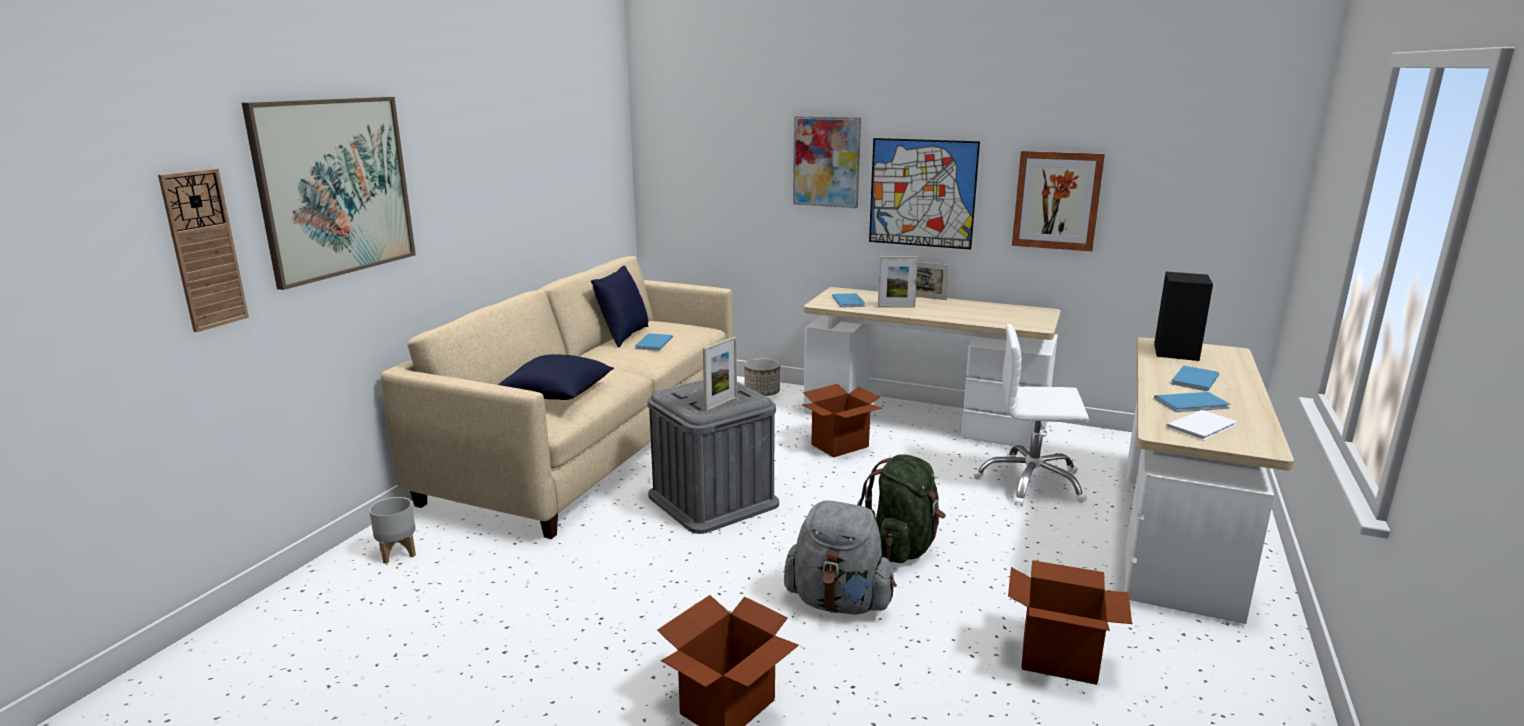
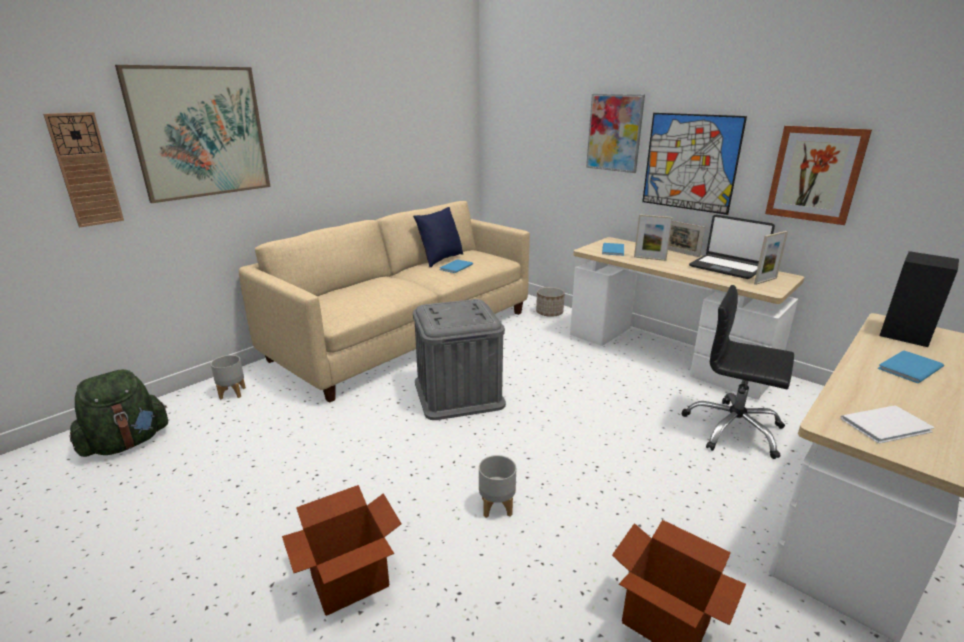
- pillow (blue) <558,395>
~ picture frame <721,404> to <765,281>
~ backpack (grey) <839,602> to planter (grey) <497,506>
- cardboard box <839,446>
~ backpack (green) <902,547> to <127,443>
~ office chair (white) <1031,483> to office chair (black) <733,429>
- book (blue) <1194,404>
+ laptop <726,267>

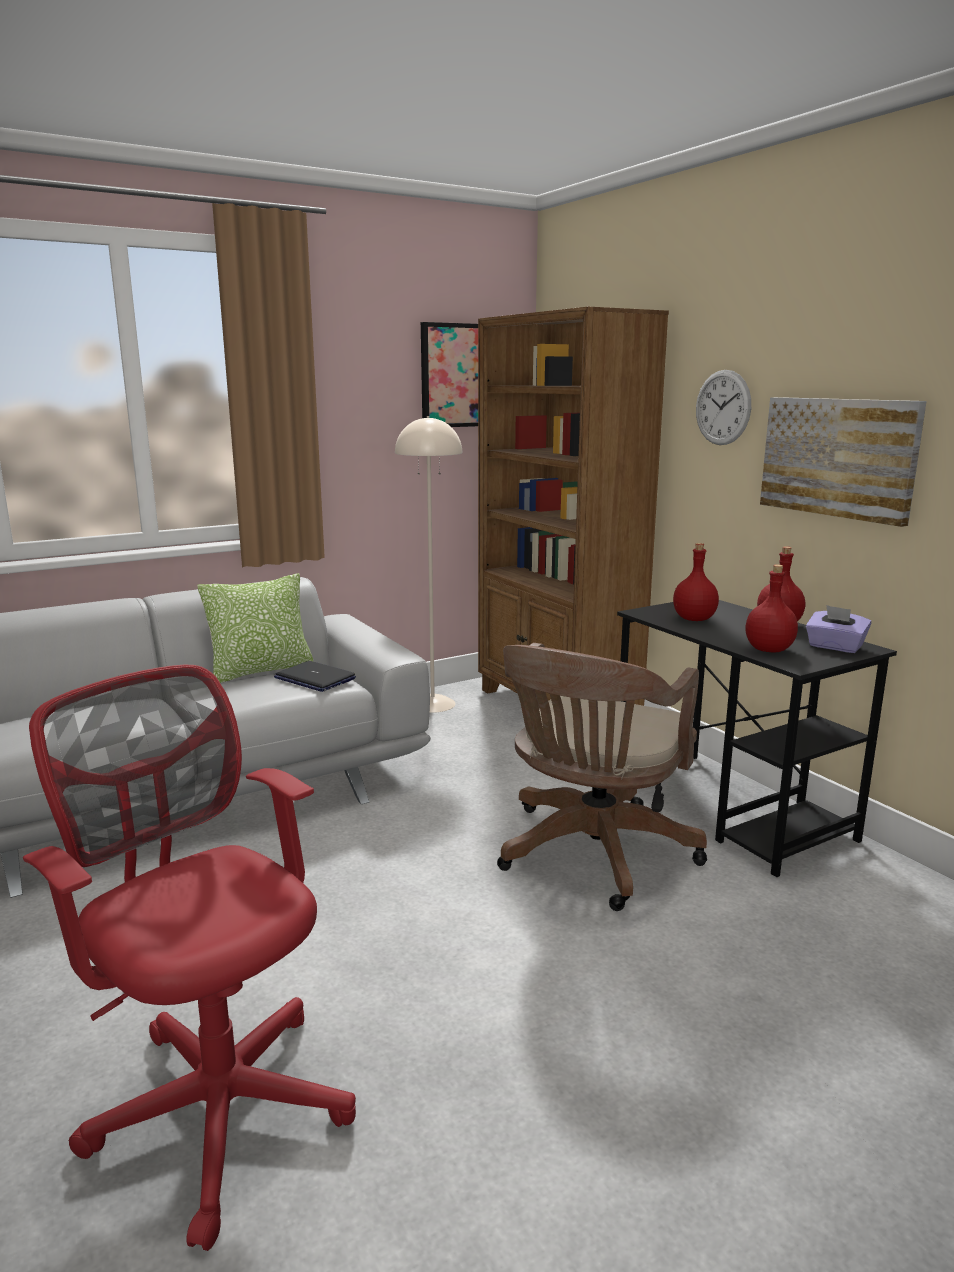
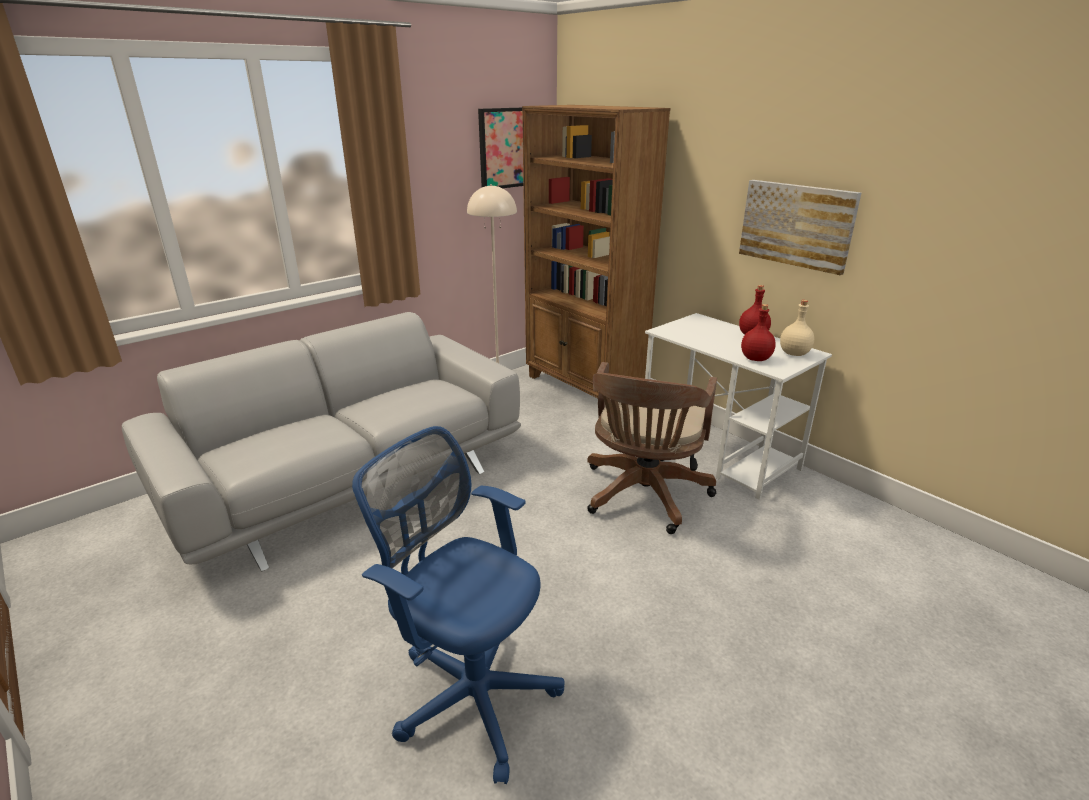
~ office chair (red) <216,1100> to office chair (blue) <470,692>
- pillow <261,672>
- laptop <314,678>
~ desk (black) <730,809> to desk (white) <719,454>
- bottle (red) <693,619>
- wall clock <723,407>
~ tissue box (purple) <835,647> to bottle (beige) <794,353>

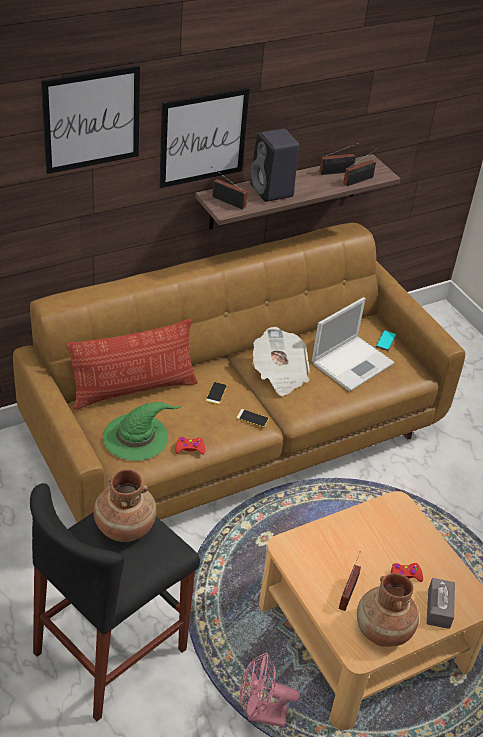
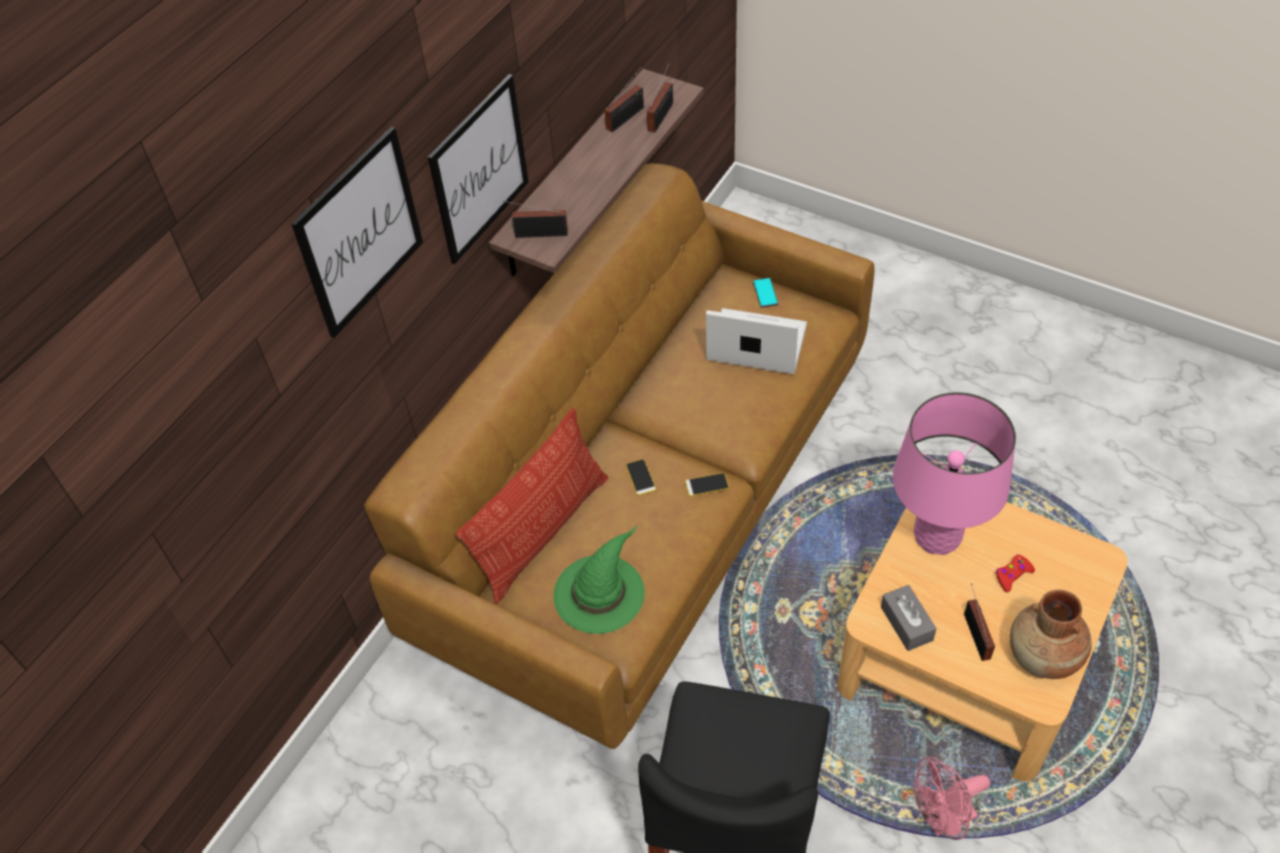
- vase (brown) <124,527>
- game controller (red) <189,448>
- speaker (black) <272,191>
- newspaper <279,374>
~ laptop <353,362> = <754,343> 90 degrees counterclockwise
~ tissue box (grey) <438,608> to <906,623>
+ table lamp (pink) <937,536>

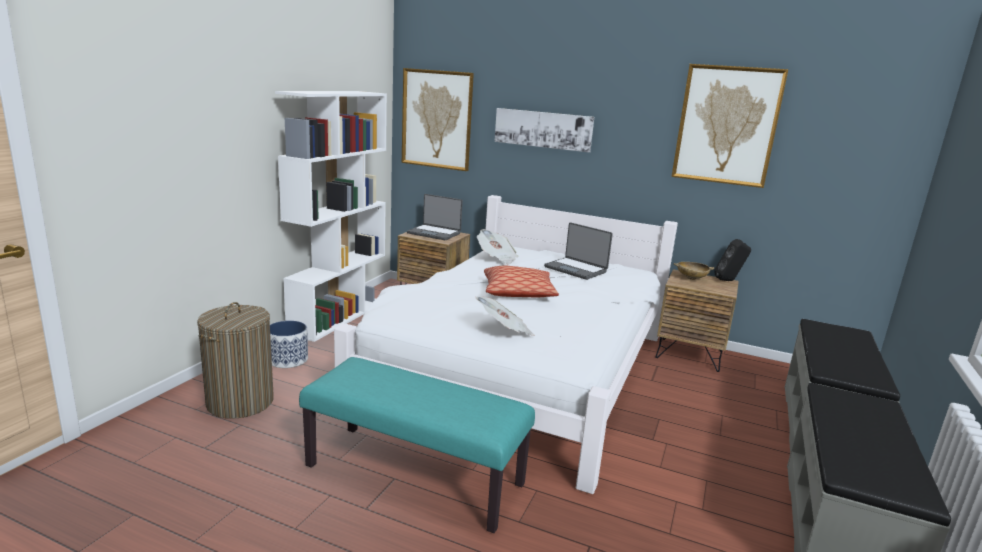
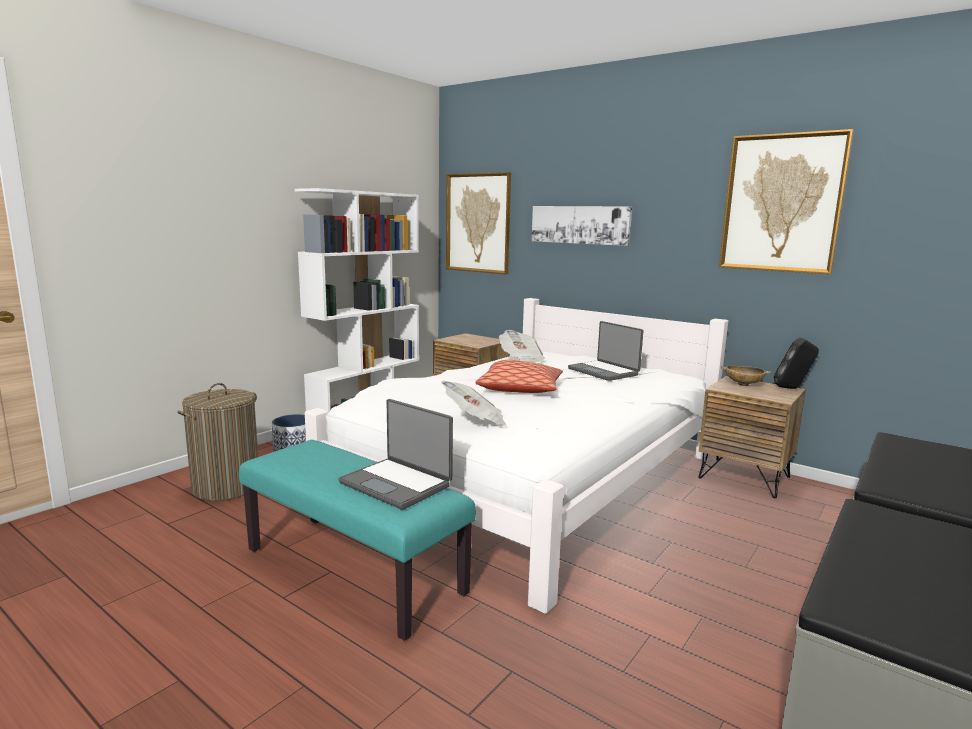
~ laptop <434,233> to <397,484>

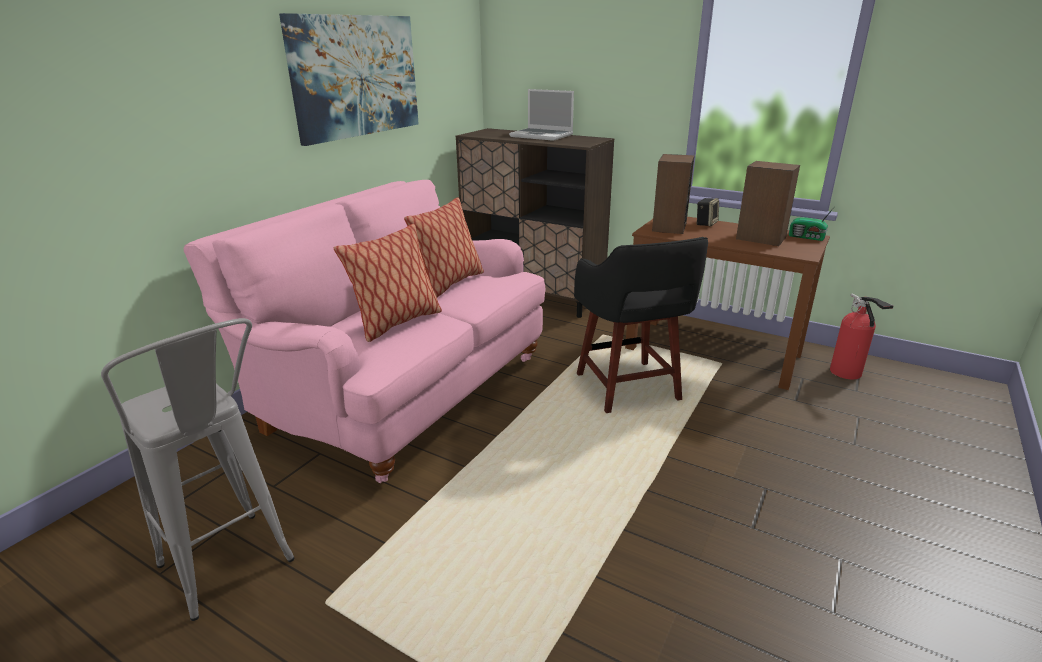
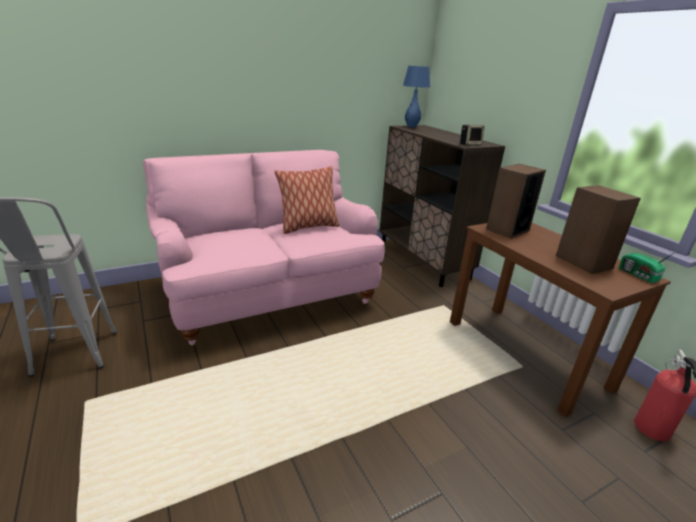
- picture <356,76>
- pillow <397,323>
- laptop <542,136>
- stool (black) <629,389>
~ speaker <706,223> to <470,144>
+ table lamp (blue) <411,126>

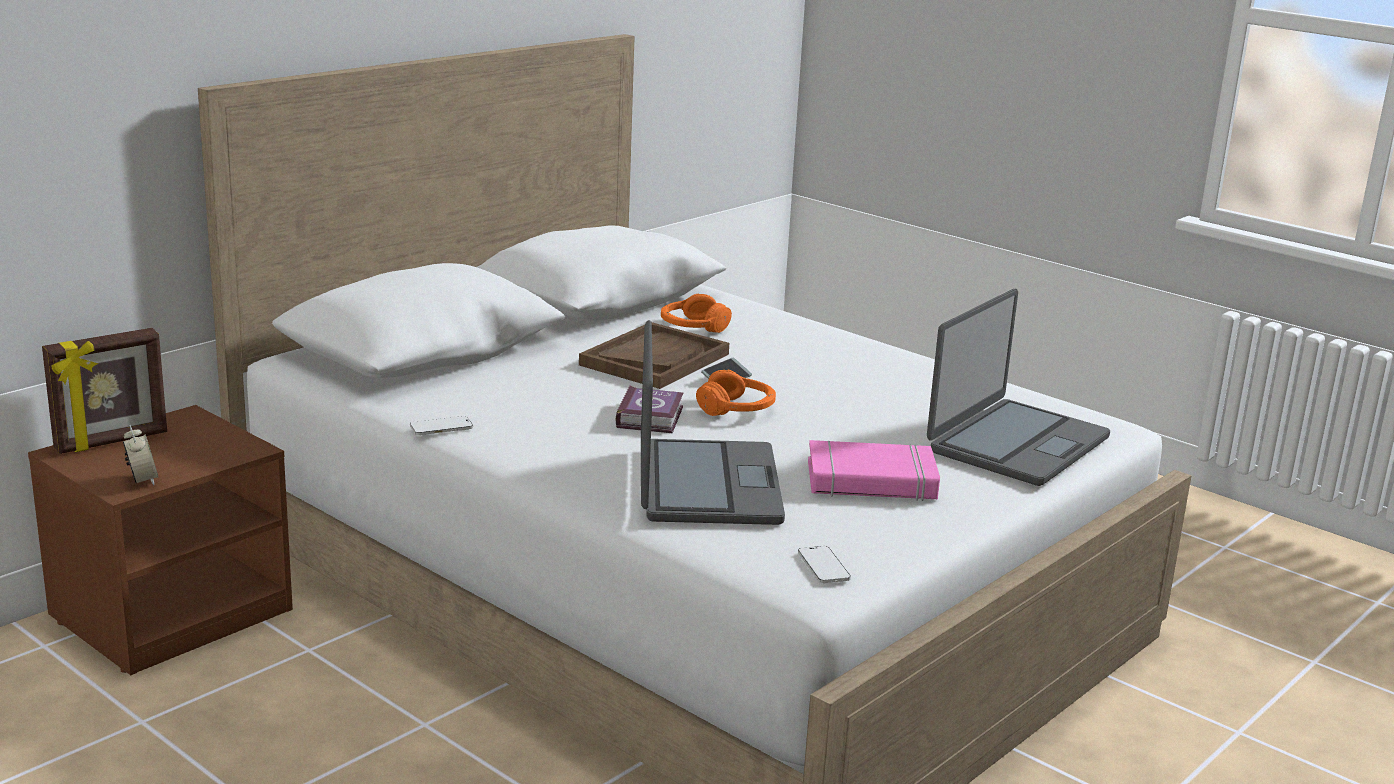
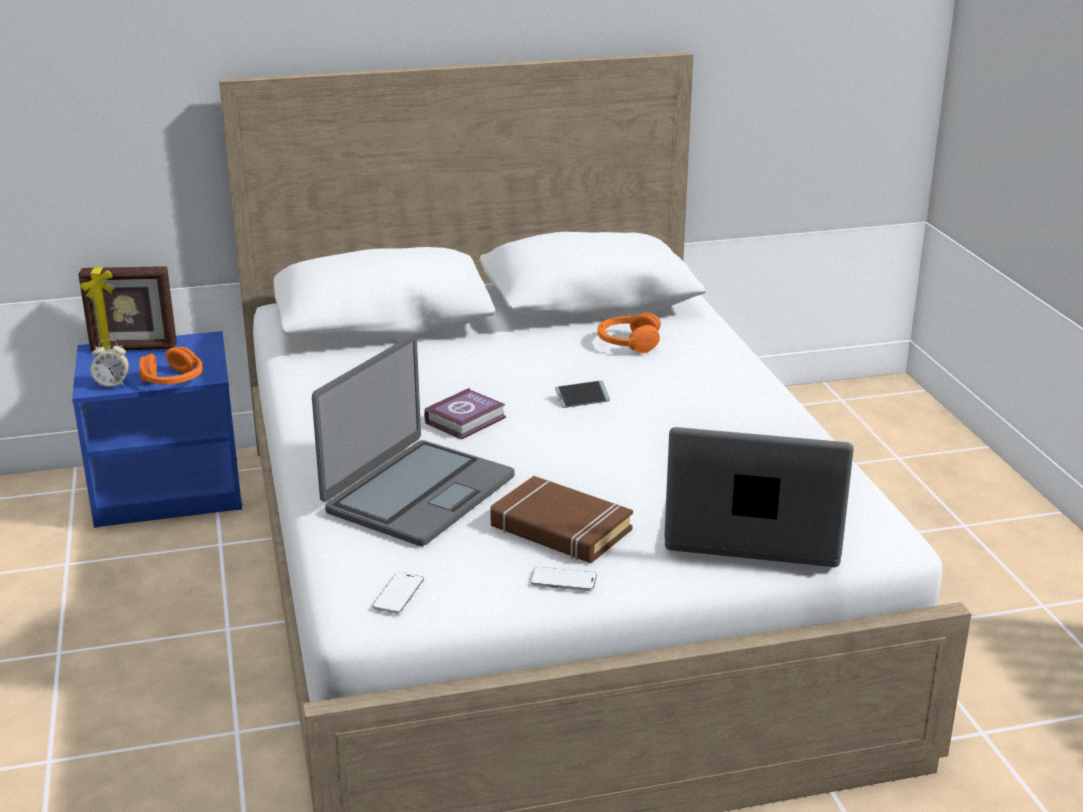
~ nightstand (brown) <172,612> to nightstand (blue) <170,488>
~ alarm clock <142,480> = <112,384> 75 degrees clockwise
~ phone <441,428> to <563,581>
- tray (brown) <654,359>
~ headphones (orange) <737,409> to <173,380>
~ book (pink) <871,481> to book (brown) <560,529>
~ laptop <1016,444> = <754,529> 150 degrees counterclockwise

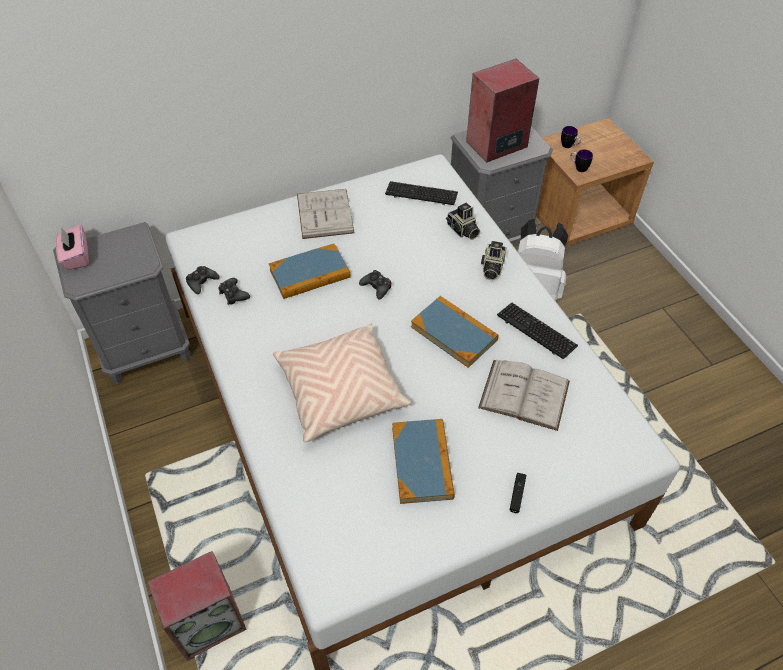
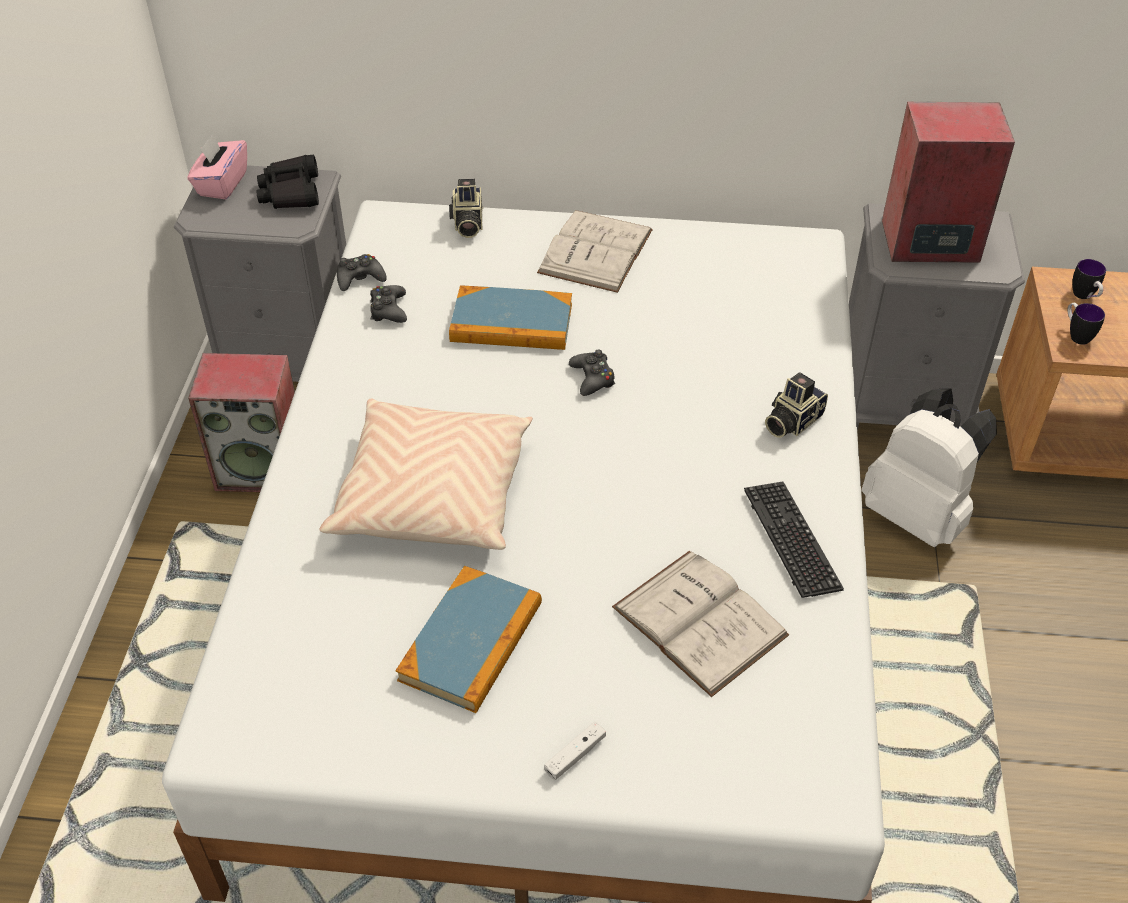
~ speaker <209,622> to <263,468>
- keyboard <421,194>
- book <454,333>
~ photo camera <462,230> to <467,224>
~ game controller (black) <517,495> to game controller (white) <575,755>
+ binoculars (black) <291,192>

